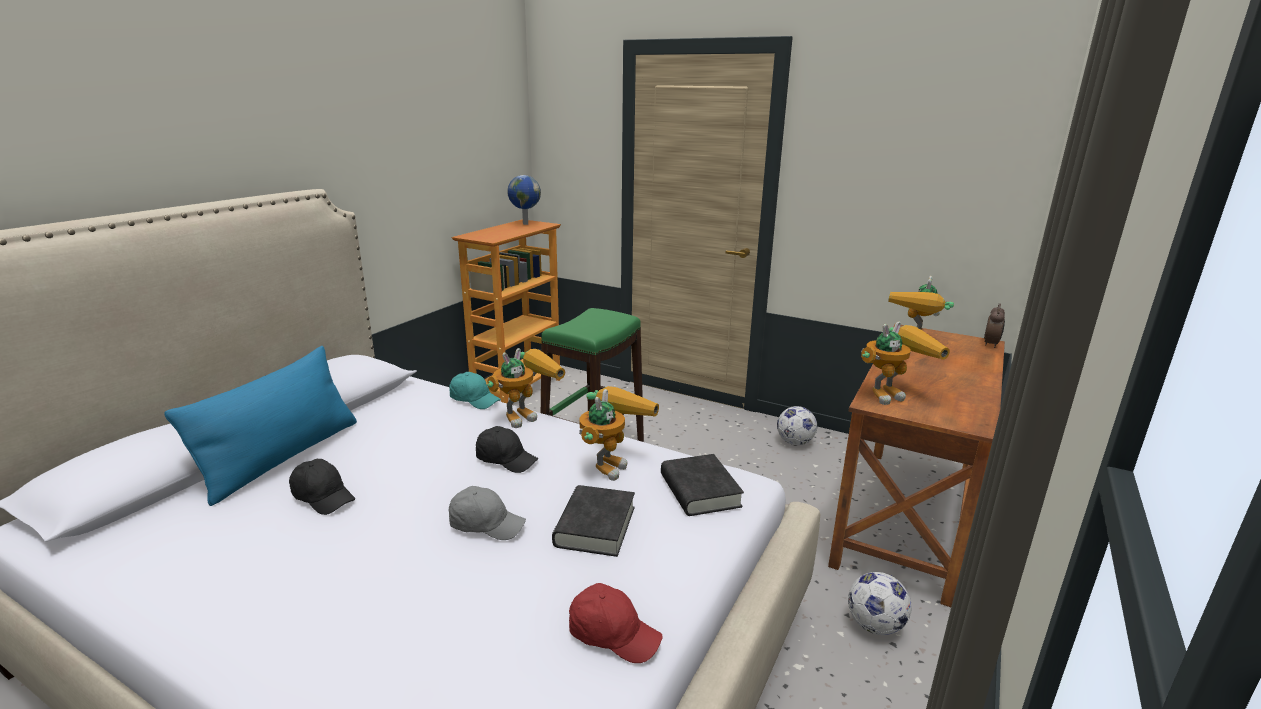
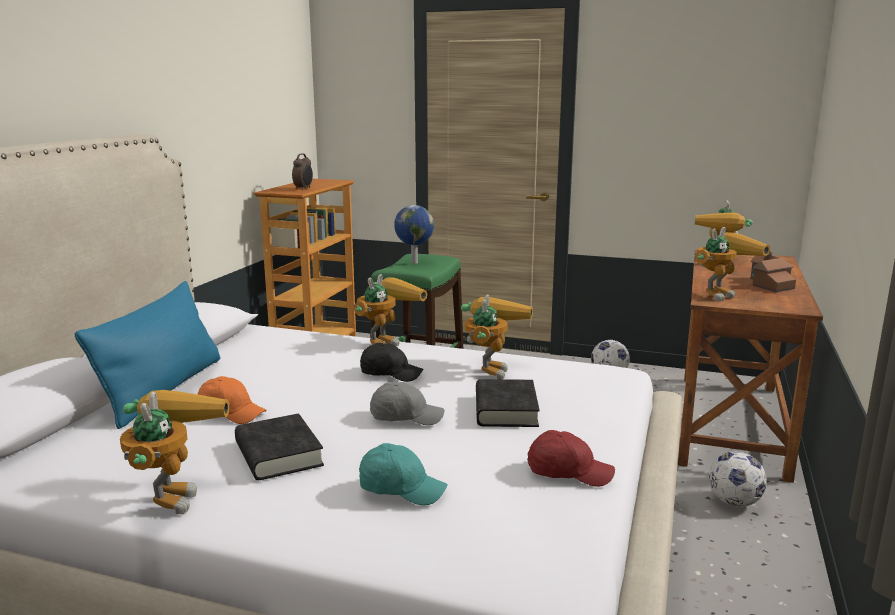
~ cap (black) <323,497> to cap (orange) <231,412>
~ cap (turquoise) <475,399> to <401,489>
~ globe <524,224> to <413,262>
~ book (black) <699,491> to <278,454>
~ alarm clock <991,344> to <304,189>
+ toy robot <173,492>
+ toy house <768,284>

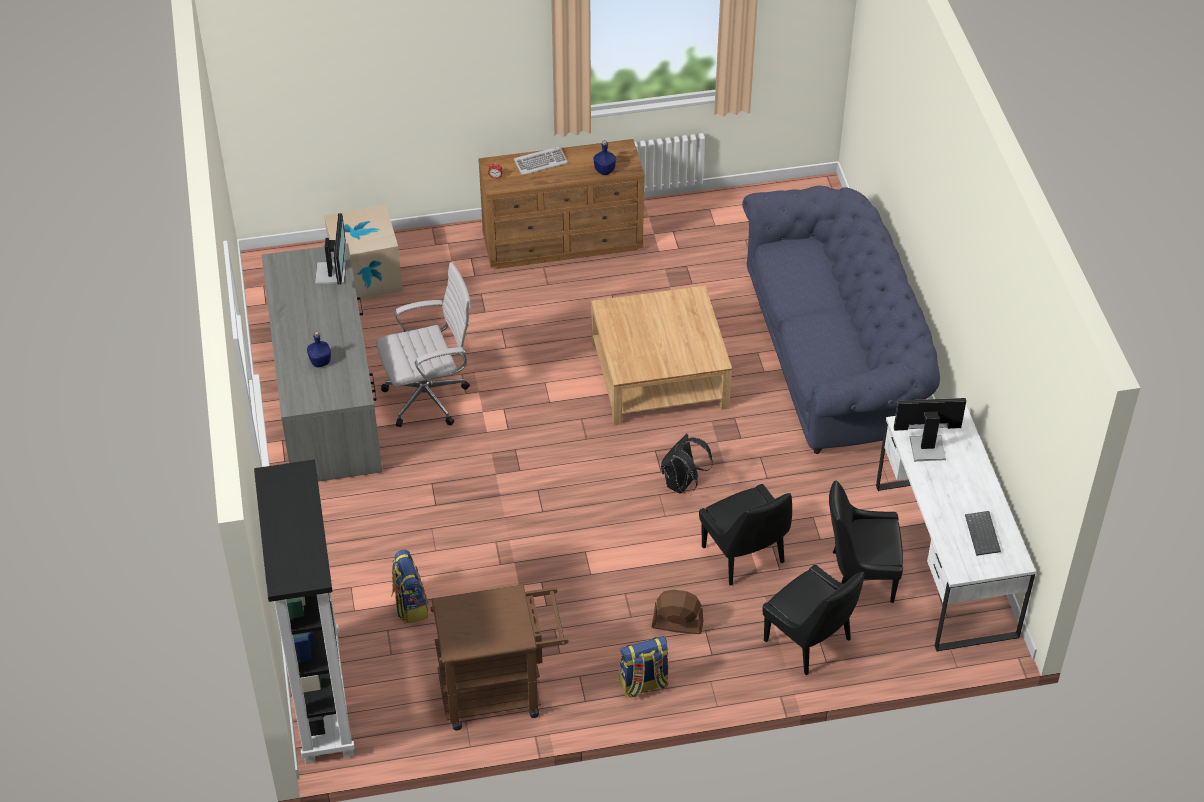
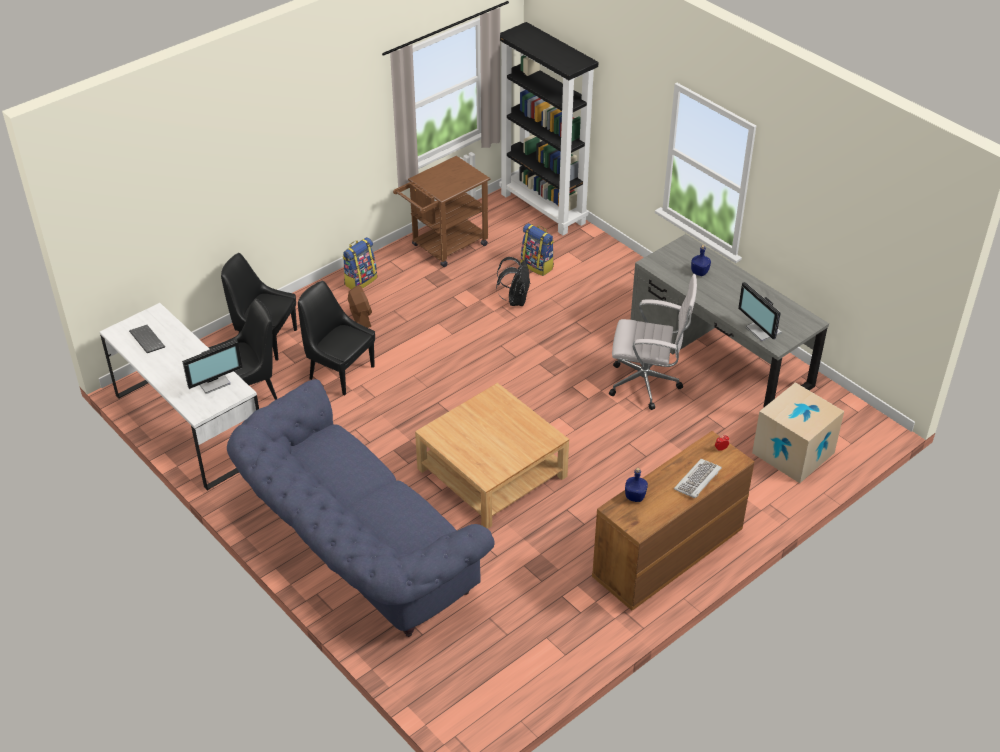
~ office chair (white) <430,397> = <647,384> 120 degrees counterclockwise
~ fan (brown) <677,624> = <360,317> 90 degrees counterclockwise
~ backpack (black) <682,484> to <515,300>

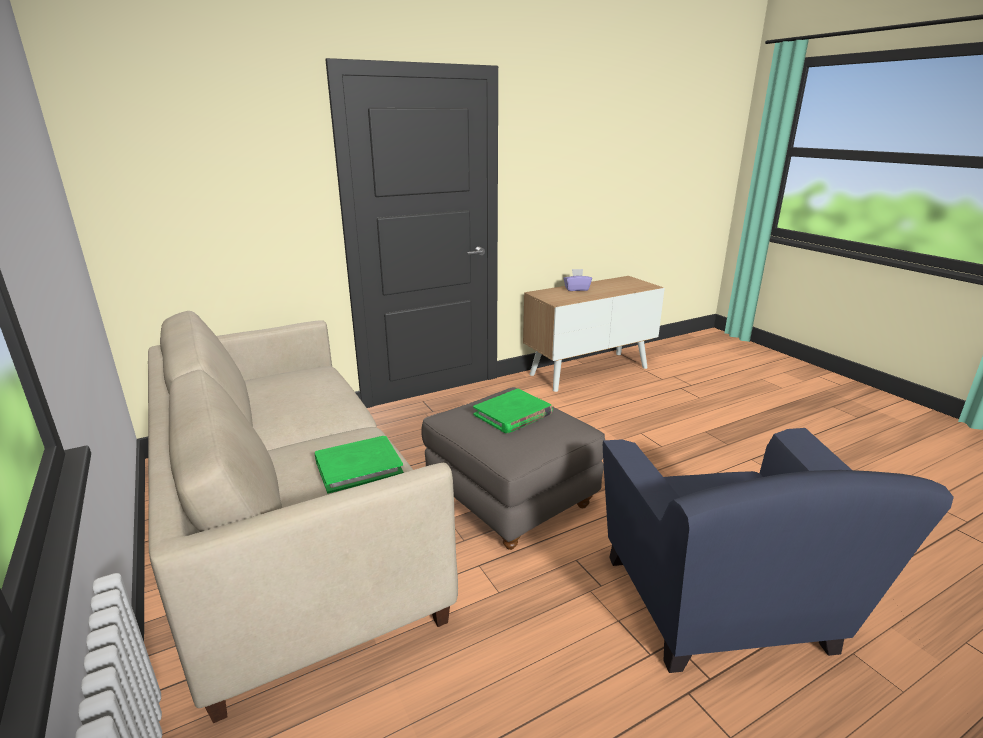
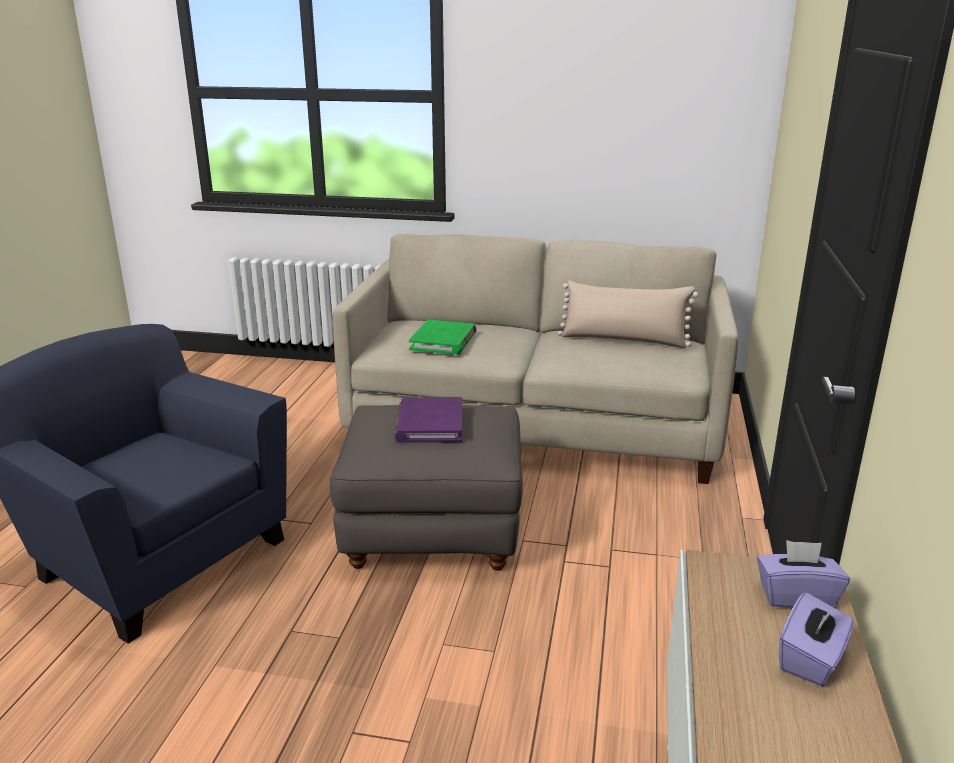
~ book (green) <513,414> to book (purple) <429,424>
+ pillow (beige) <624,340>
+ tissue box (purple) <796,596>

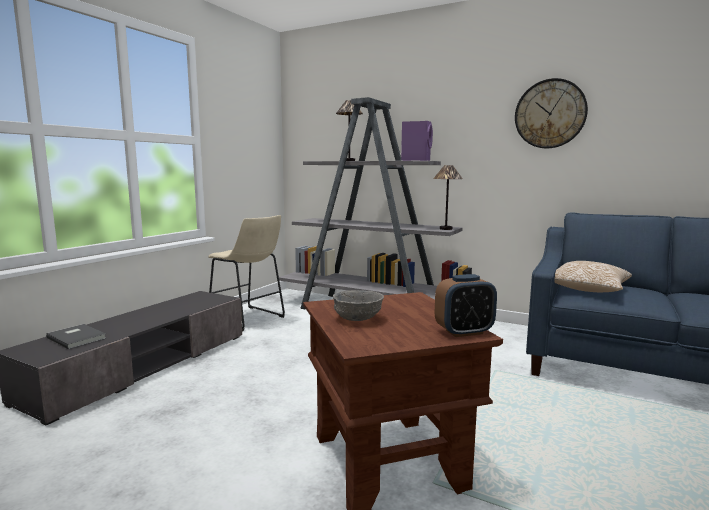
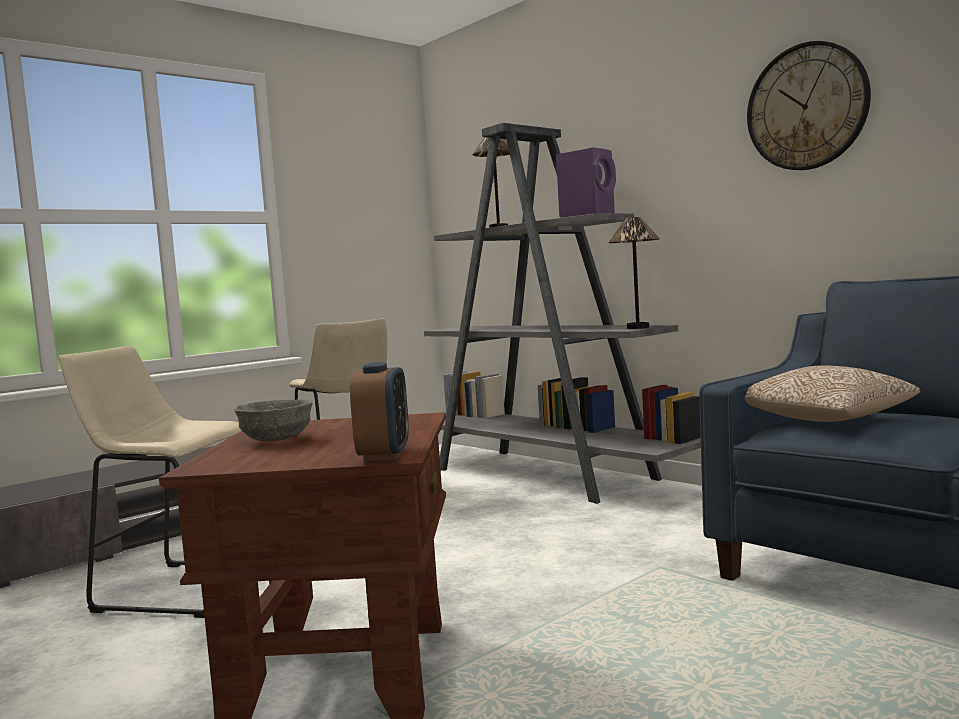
- book (grey) <77,337>
~ alarm clock <464,332> = <384,454> 90 degrees counterclockwise
+ stool (beige) <178,588>

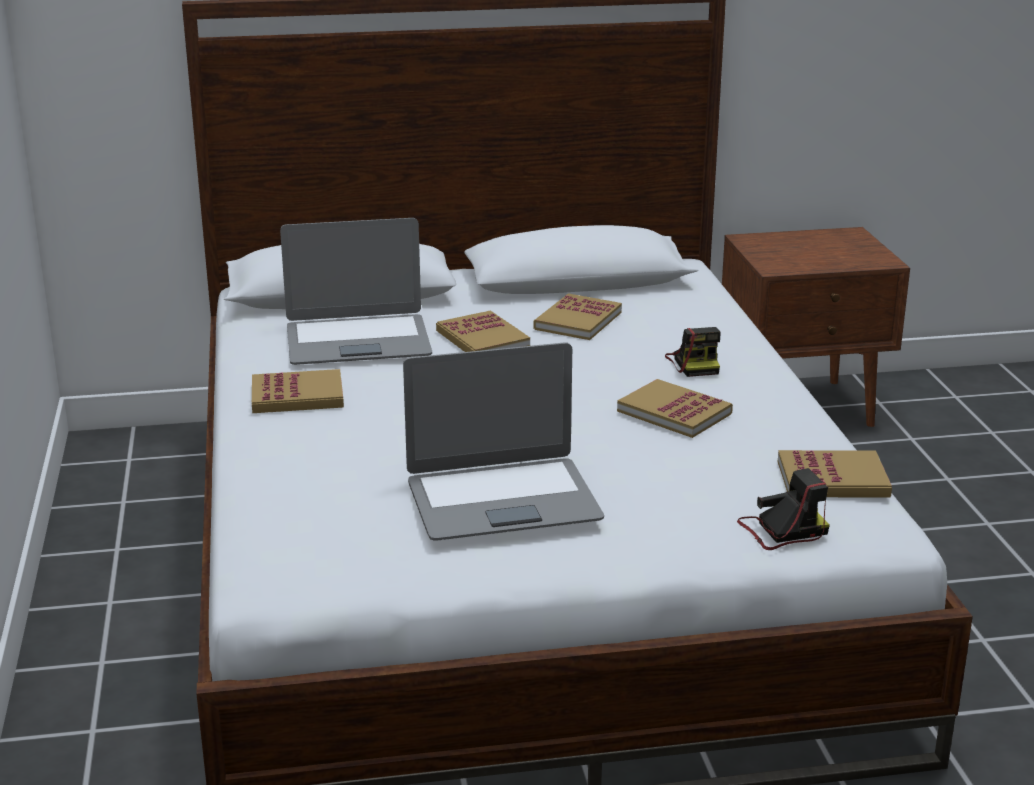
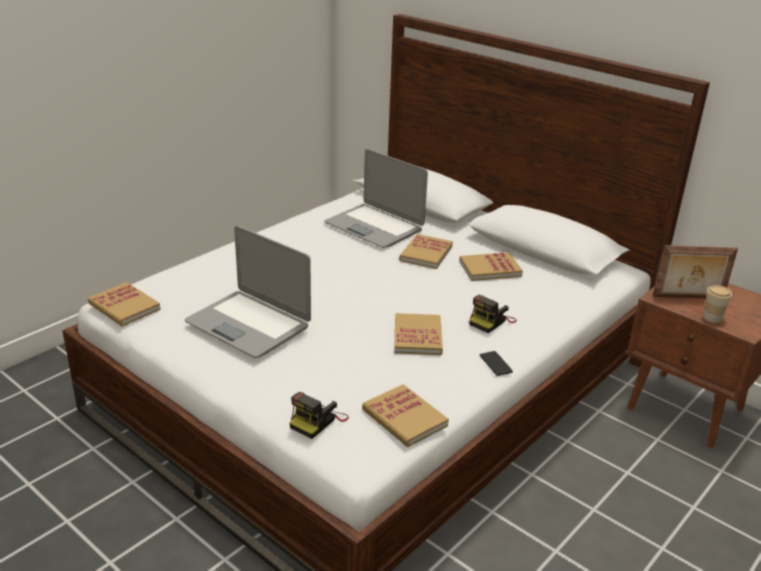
~ book <297,396> to <124,307>
~ photo camera <782,531> = <318,421> 90 degrees clockwise
+ phone <495,364>
+ picture frame <688,298>
+ cup <712,317>

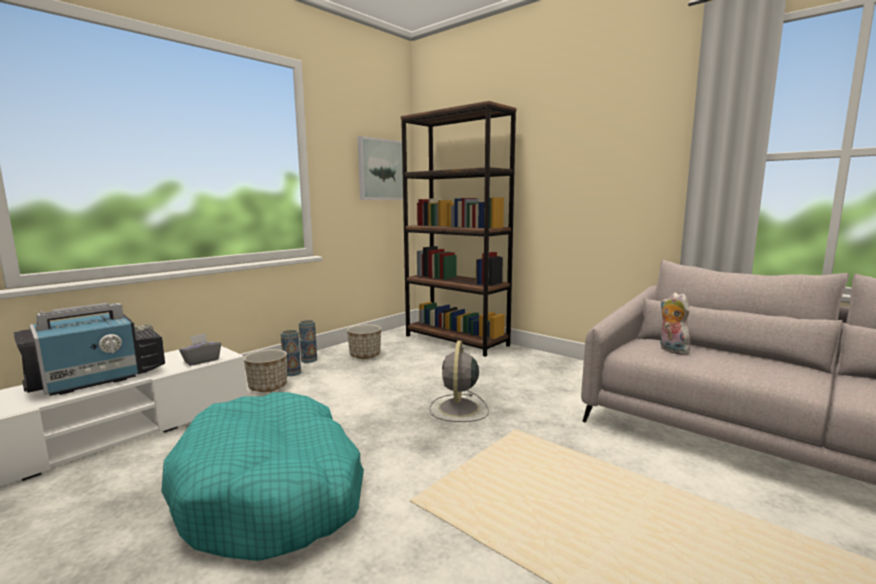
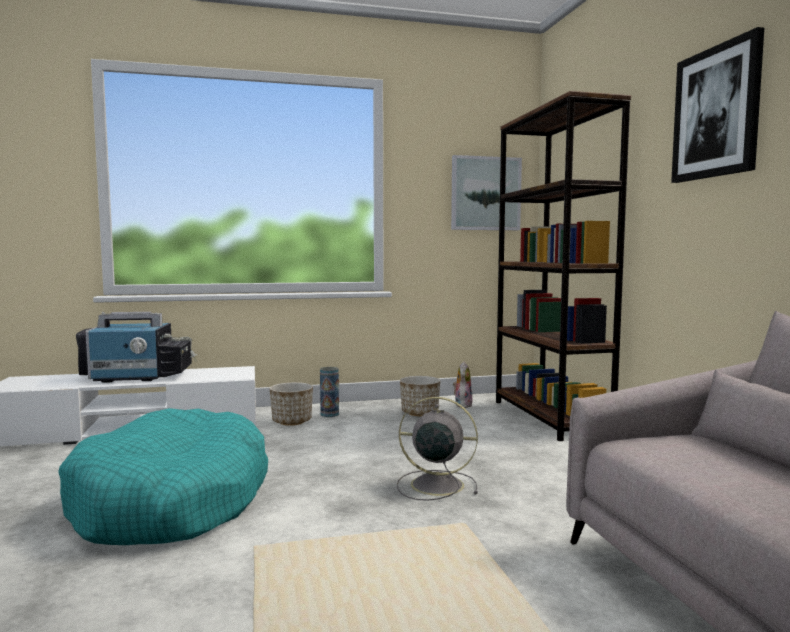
- tissue box (grey) <201,361>
- vase <309,360>
~ fan (grey) <458,409> = <434,485> 60 degrees clockwise
~ plush toy <671,350> to <462,405>
+ picture <716,112>

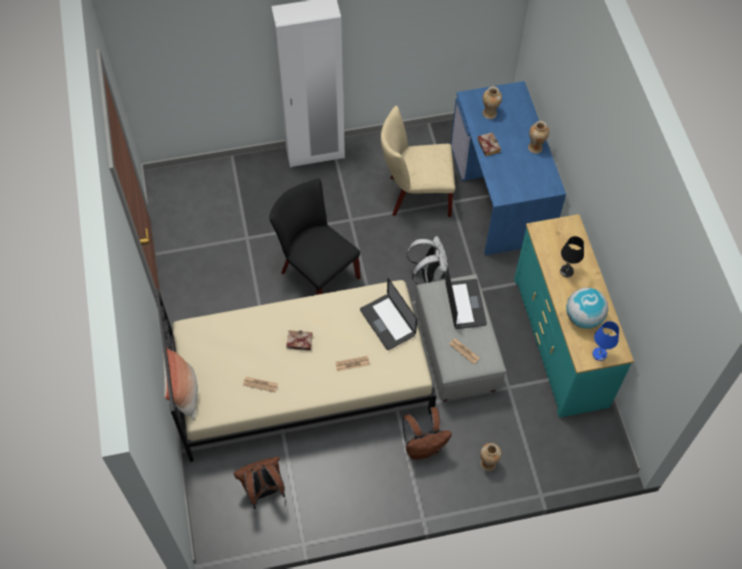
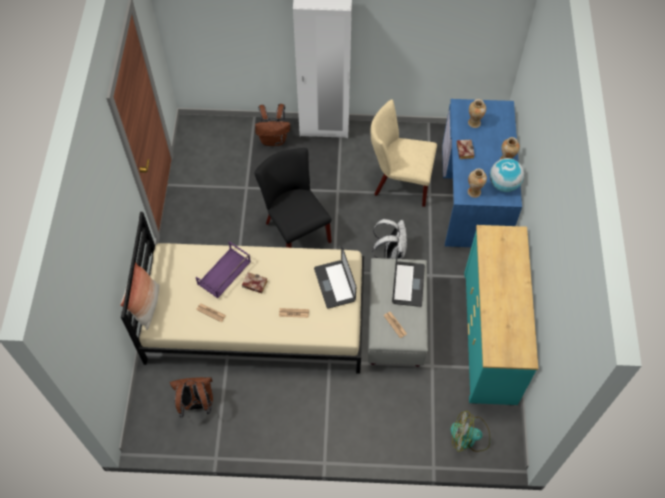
~ backpack (brown) <423,447> to <274,139>
~ vase <488,463> to <474,192>
- table lamp (black) <566,271>
~ globe <583,317> to <504,184>
- table lamp (blue) <600,354>
+ tray (purple) <224,273>
+ fan <469,437>

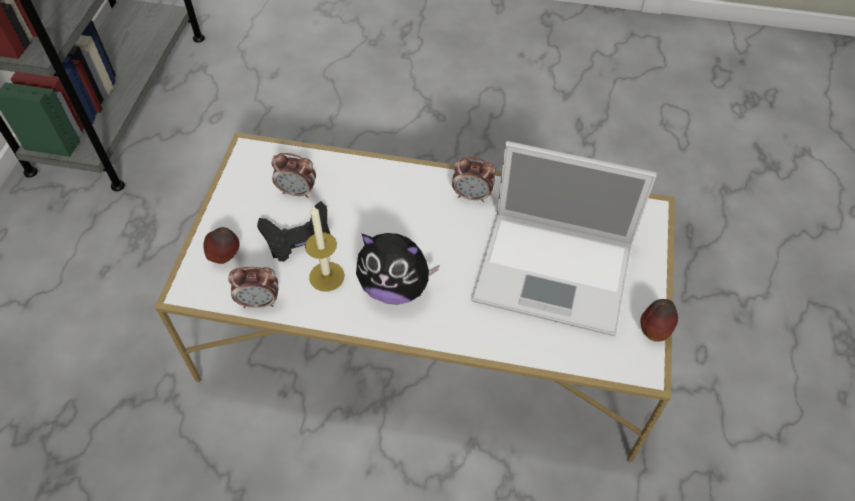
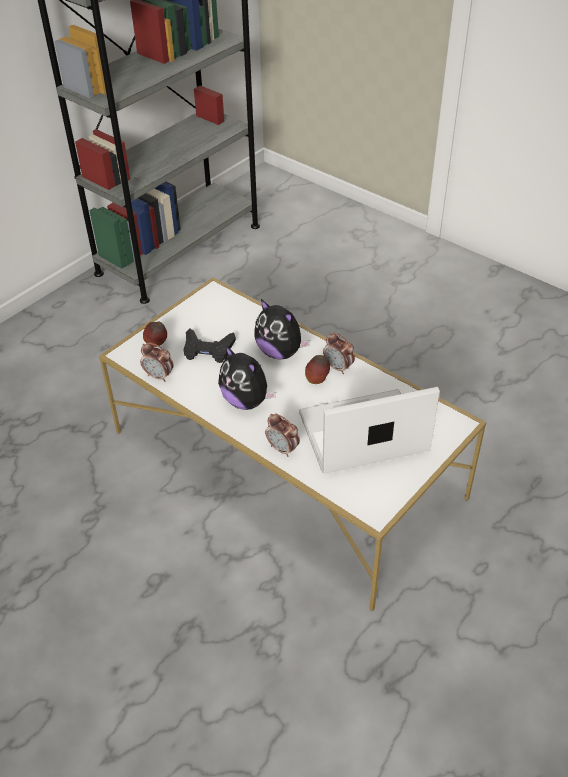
~ alarm clock <297,192> to <283,449>
- candle <326,276>
~ laptop <556,272> = <360,434> 120 degrees clockwise
~ apple <654,330> to <317,380>
+ plush toy <280,352>

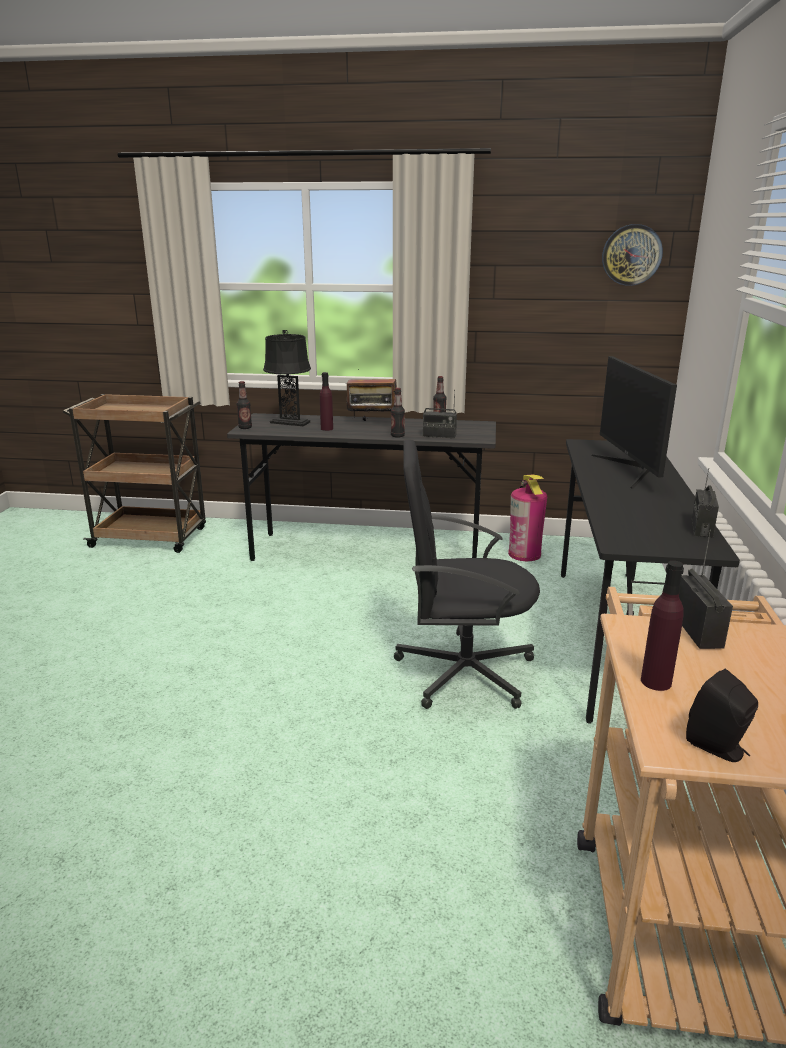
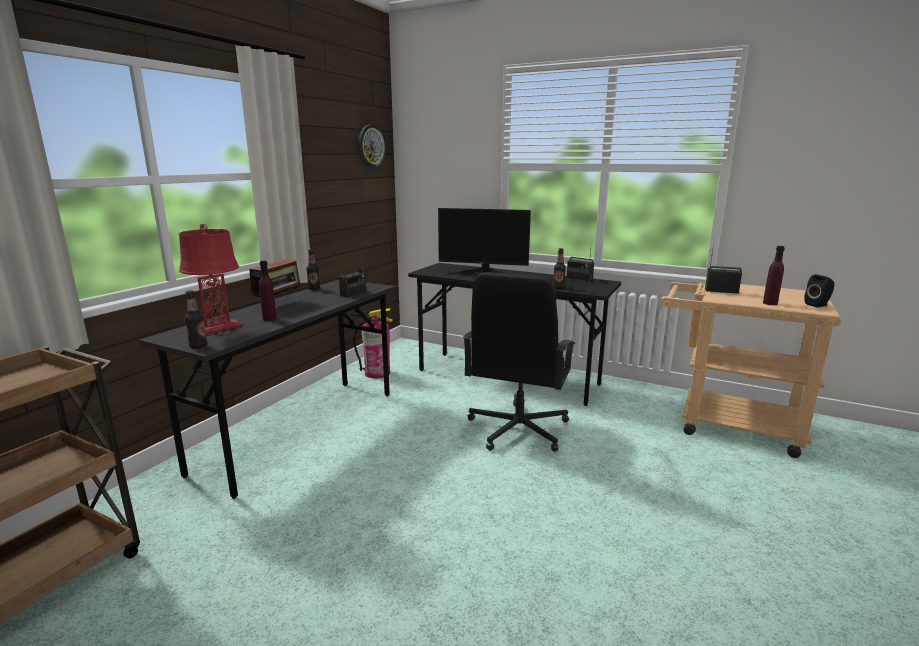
~ table lamp (black) <289,422> to table lamp (red) <218,328>
~ bottle <397,436> to <558,288>

